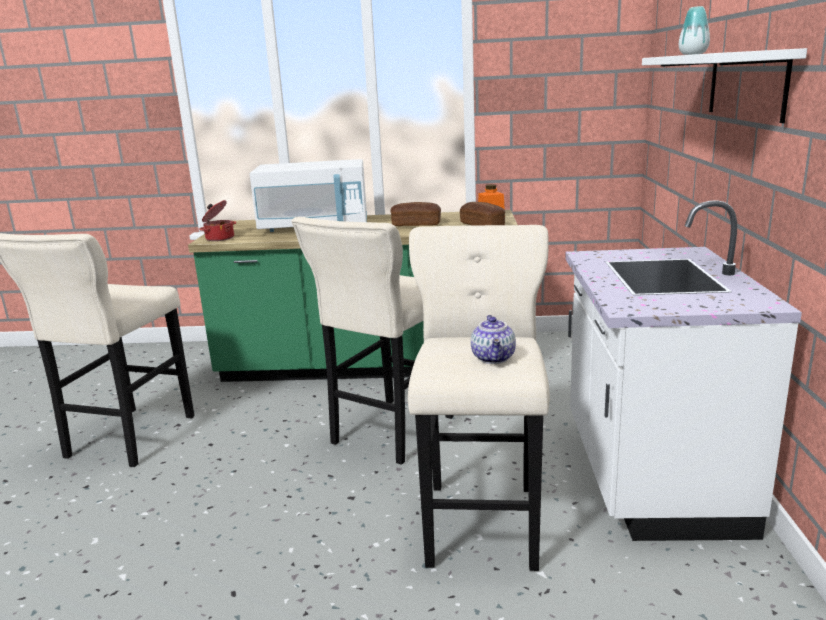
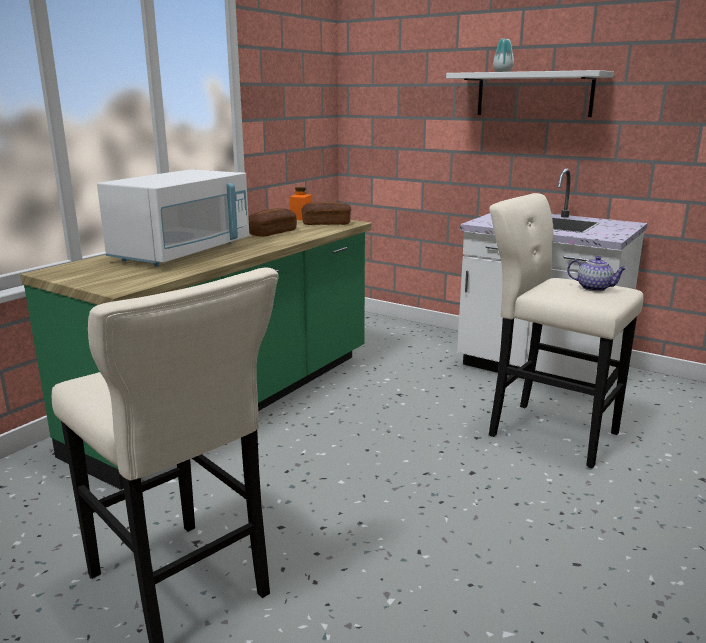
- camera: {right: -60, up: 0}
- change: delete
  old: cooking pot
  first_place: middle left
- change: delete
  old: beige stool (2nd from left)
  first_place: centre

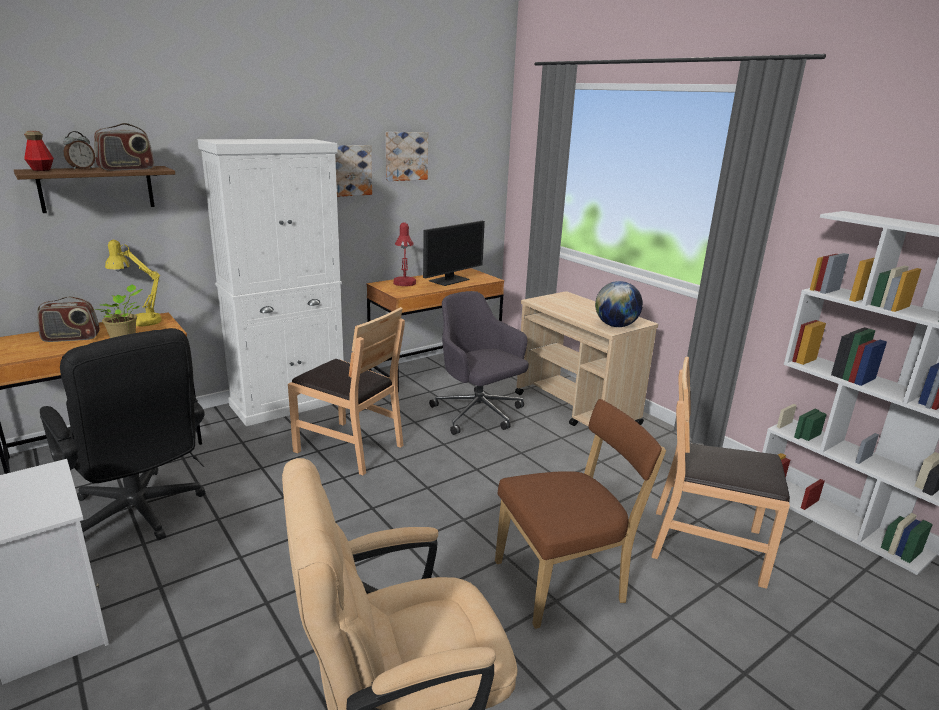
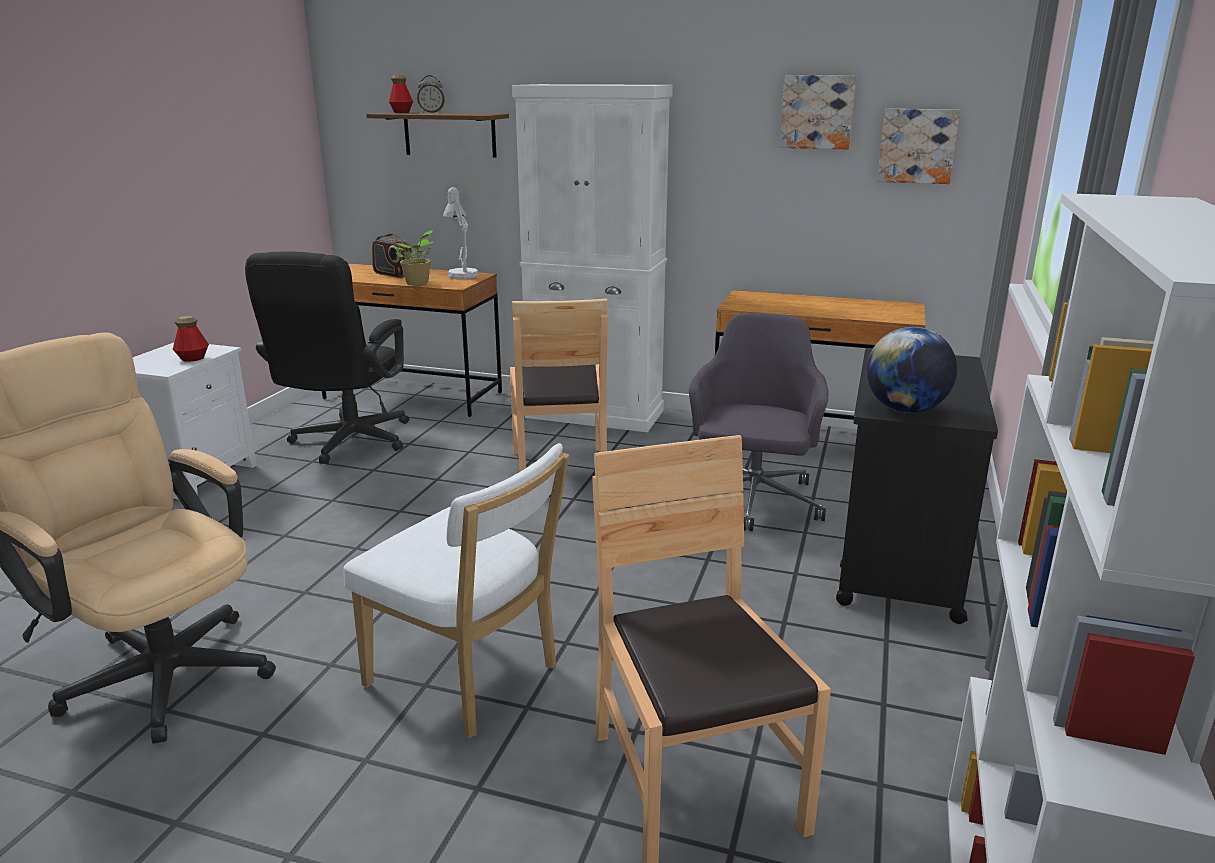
- camera: {right: 55, up: 0}
- change: delete
  old: radio (2nd from left)
  first_place: top left
- change: delete
  old: red table lamp
  first_place: centre
- change: delete
  old: monitor
  first_place: centre
- change: insert
  new: bottle (1st from left)
  second_place: middle left
- change: move
  old: picture (1st from left in the first image)
  new: picture (2nd from left)
  first_place: top centre
  second_place: top right
- change: recolor
  old: yellow table lamp
  new: white table lamp
  first_place: middle left
  second_place: top centre
- change: recolor
  old: brown chair (2nd from left)
  new: white chair
  first_place: bottom centre
  second_place: bottom centre
- change: recolor
  old: beige cart
  new: black cart
  first_place: centre
  second_place: middle right

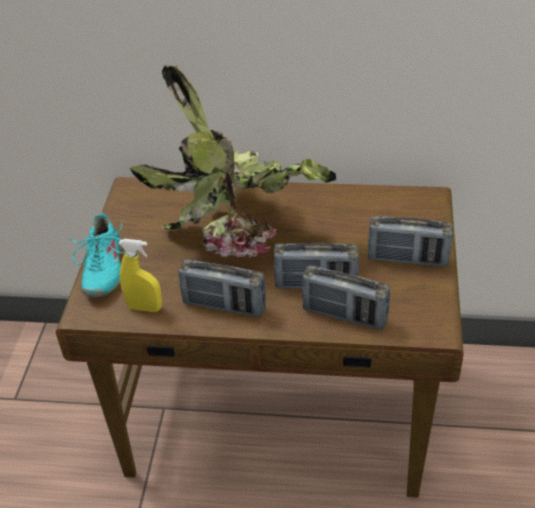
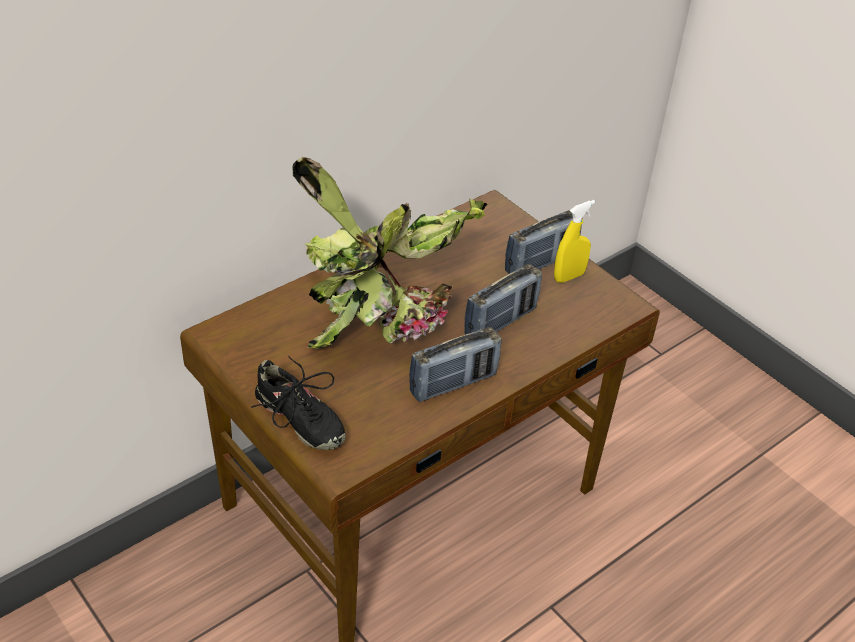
- camera: {right: -50, up: 0}
- change: delete
  old: radio (3rd from left)
  first_place: centre
- change: move
  old: yellow spray bottle
  first_place: middle left
  second_place: middle right
- change: recolor
  old: turquoise shoe
  new: black shoe
  first_place: middle left
  second_place: centre

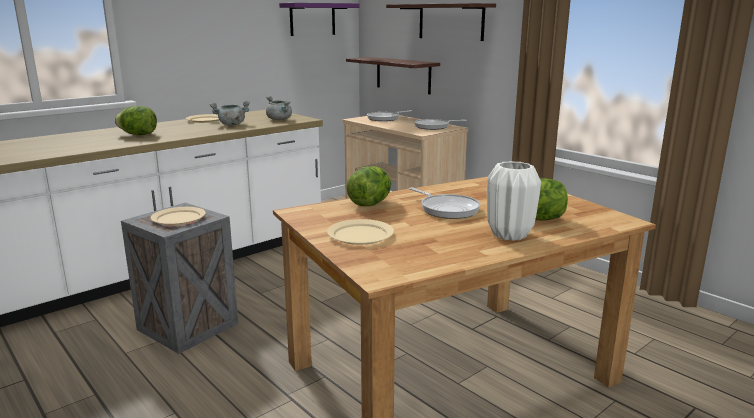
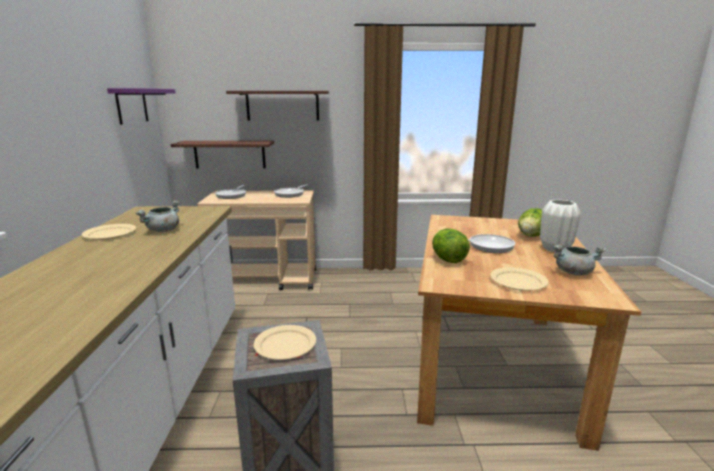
- camera: {right: -50, up: 0}
- change: delete
  old: lettuce (1st from left)
  first_place: top left
- change: move
  old: grey cooking pot (2nd from left)
  first_place: top centre
  second_place: middle right

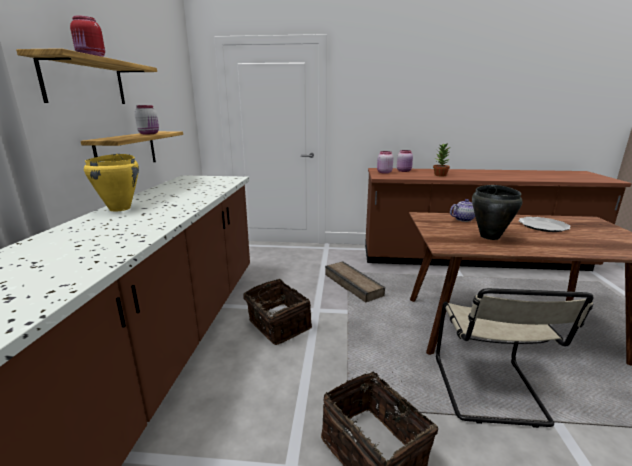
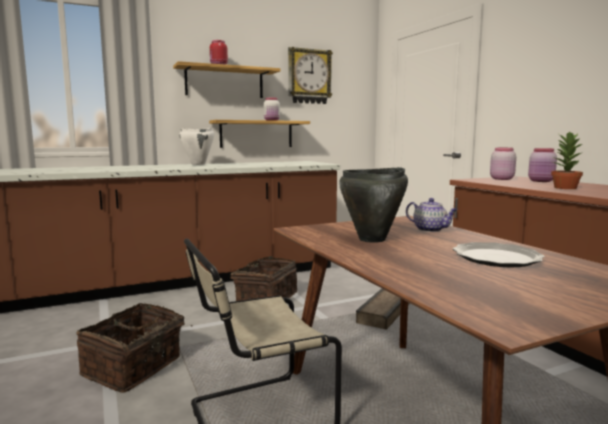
- camera: {right: 60, up: -10}
- change: insert
  new: wall clock
  second_place: top centre
- change: recolor
  old: yellow cooking pot
  new: white cooking pot
  first_place: middle left
  second_place: middle left

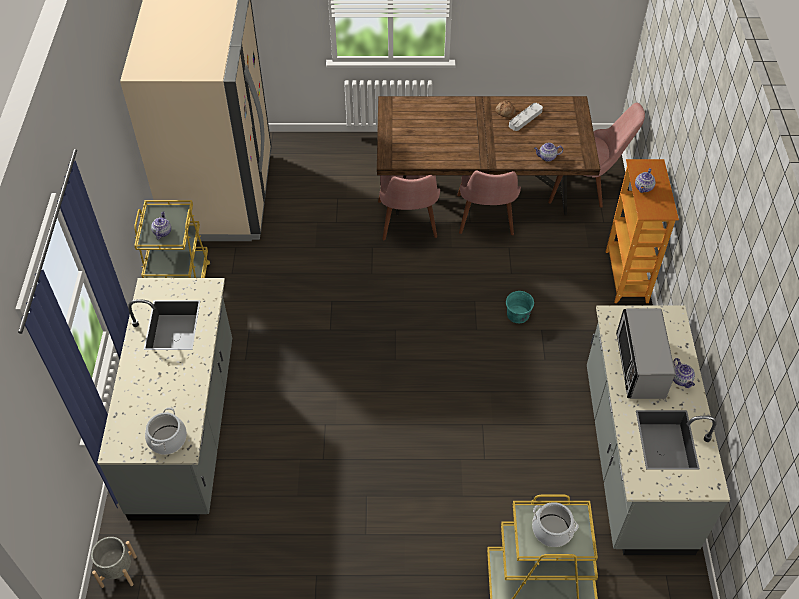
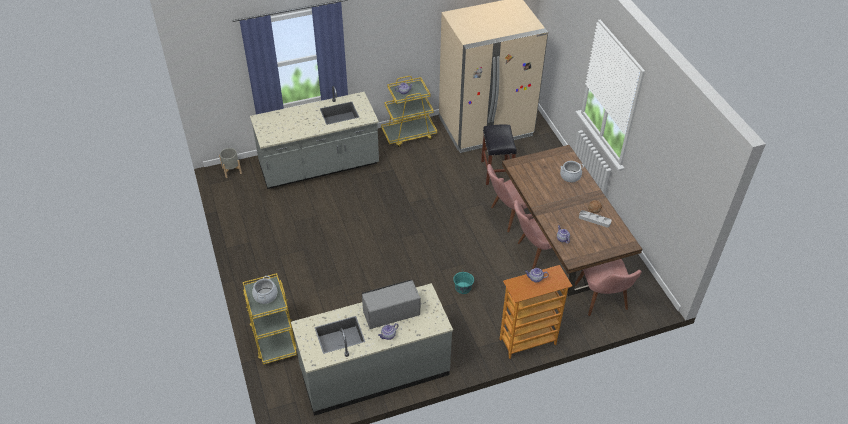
- camera: {right: 70, up: -5}
- change: insert
  new: black stool
  second_place: centre
- change: move
  old: cooking pot (1st from left in the first image)
  new: cooking pot (2nd from left)
  first_place: bottom left
  second_place: middle right

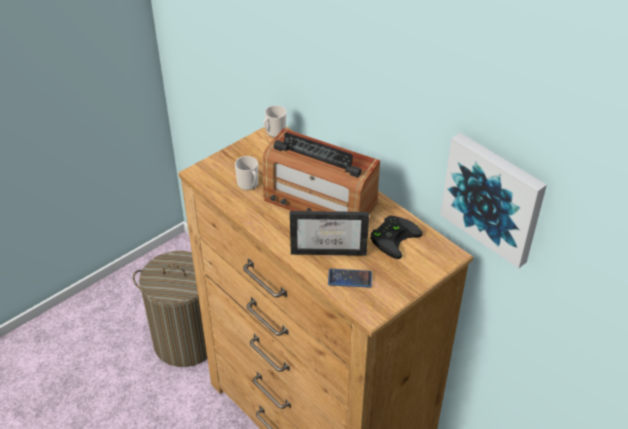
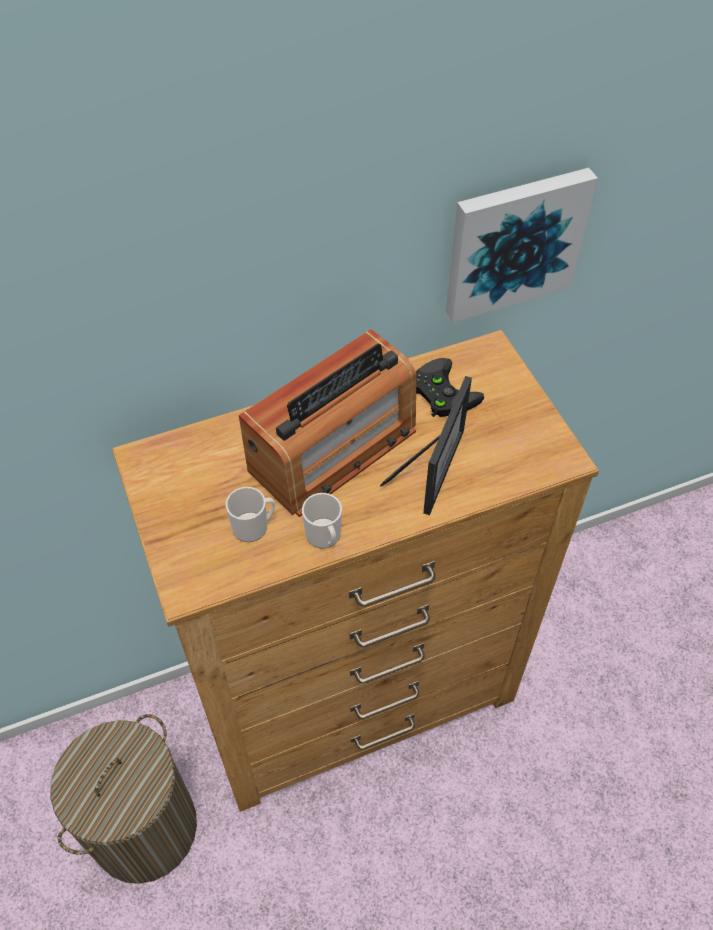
- camera: {right: -70, up: 10}
- change: delete
  old: phone
  first_place: centre
- change: move
  old: mug (2nd from left)
  first_place: top centre
  second_place: centre

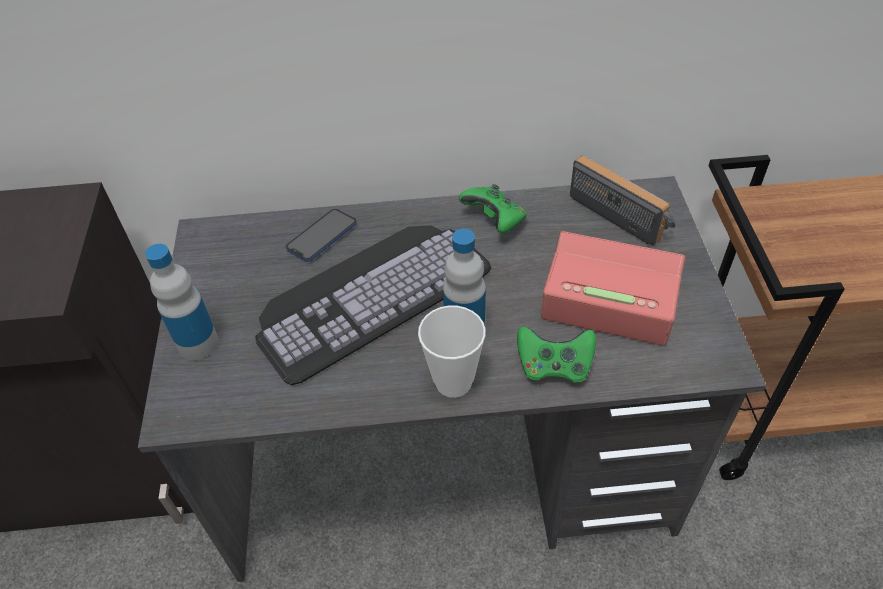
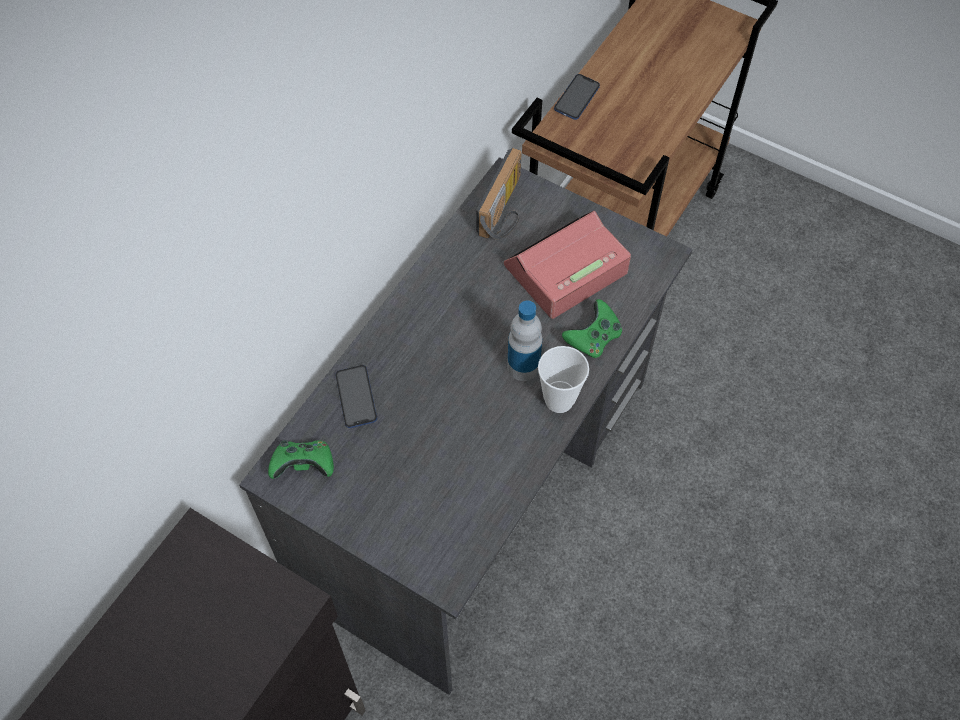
- camera: {right: -55, up: 10}
- change: delete
  old: bottle (1st from left)
  first_place: middle left
- change: delete
  old: keyboard
  first_place: centre
- change: insert
  new: phone (2nd from left)
  second_place: top centre
- change: move
  old: green game controller (1st from left)
  first_place: centre
  second_place: middle left
- change: rotate
  old: radio
  first_place: middle right
  second_place: top centre
  degrees: 120

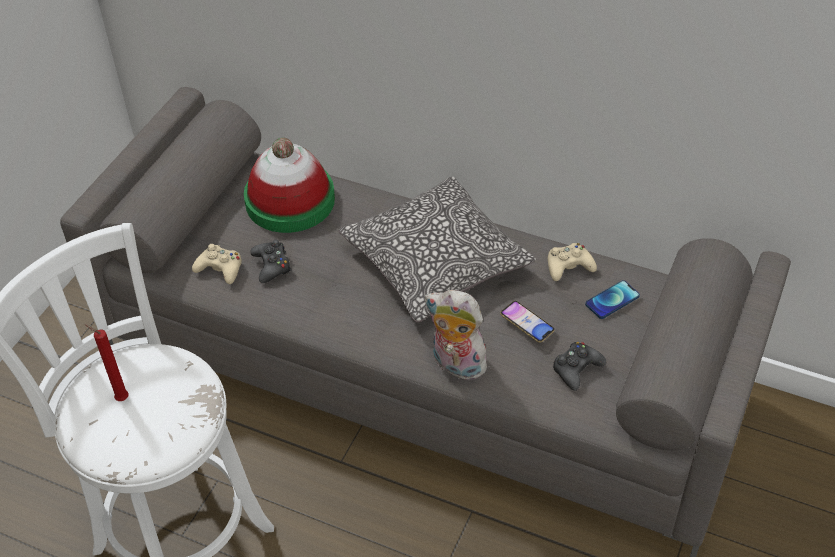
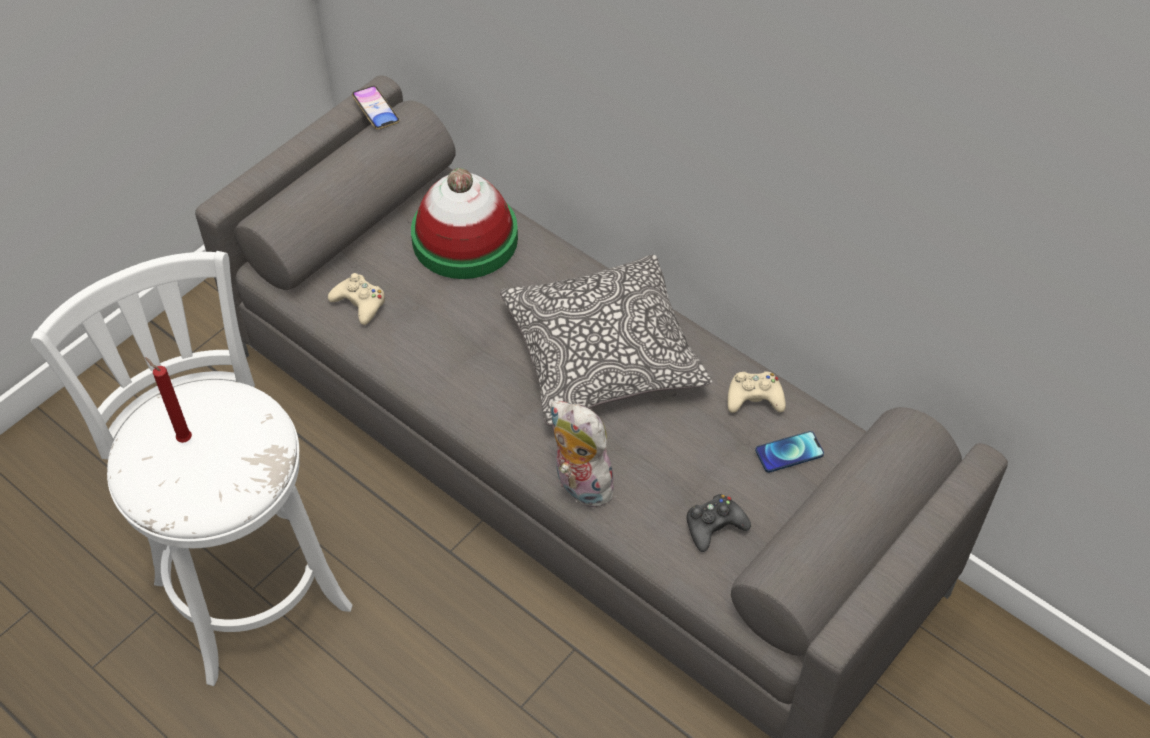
- camera: {right: 15, up: 5}
- change: delete
  old: black game controller (1st from left)
  first_place: middle left
- change: move
  old: phone (1st from left)
  first_place: centre
  second_place: top left

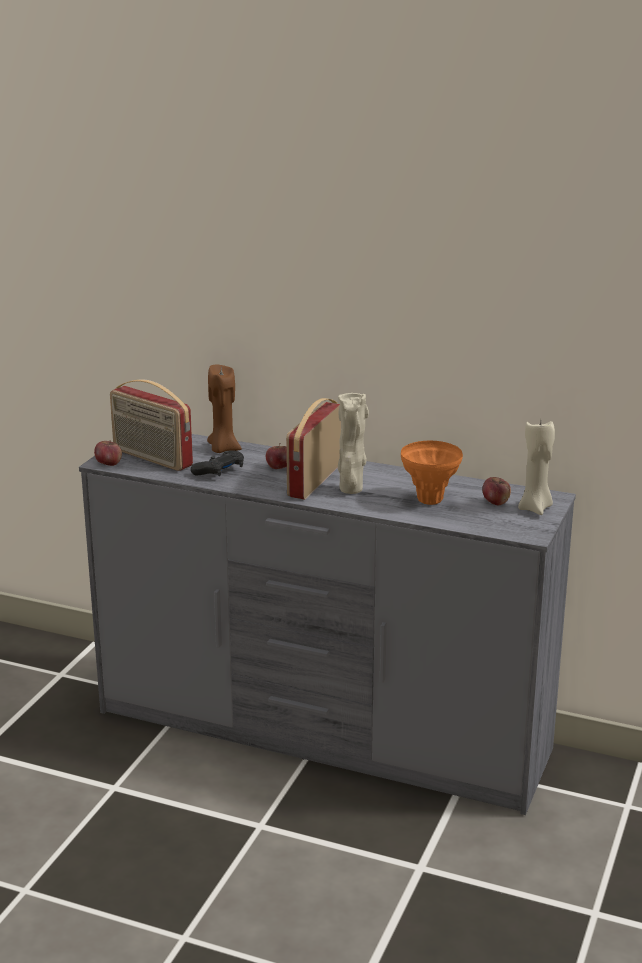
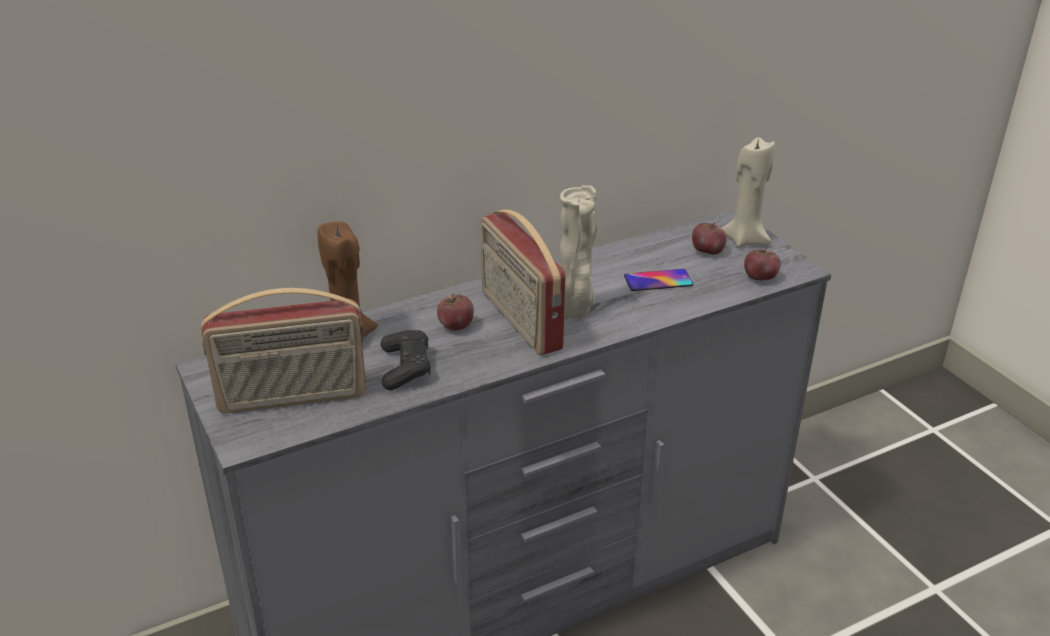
- camera: {right: -50, up: 10}
- change: move
  old: apple (1st from left in the first image)
  new: apple (3rd from left)
  first_place: middle left
  second_place: middle right
- change: replace
  old: orange vase
  new: phone
  first_place: middle right
  second_place: centre

